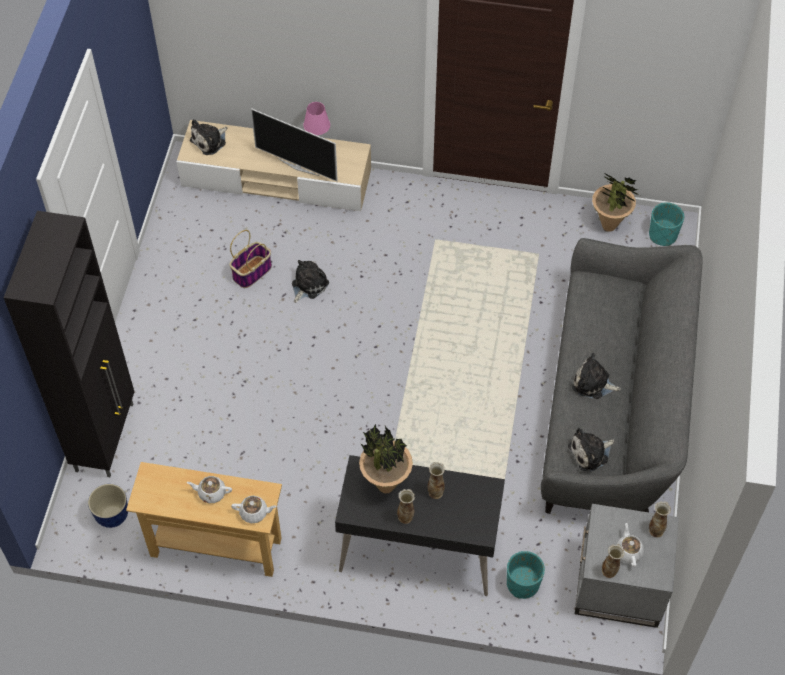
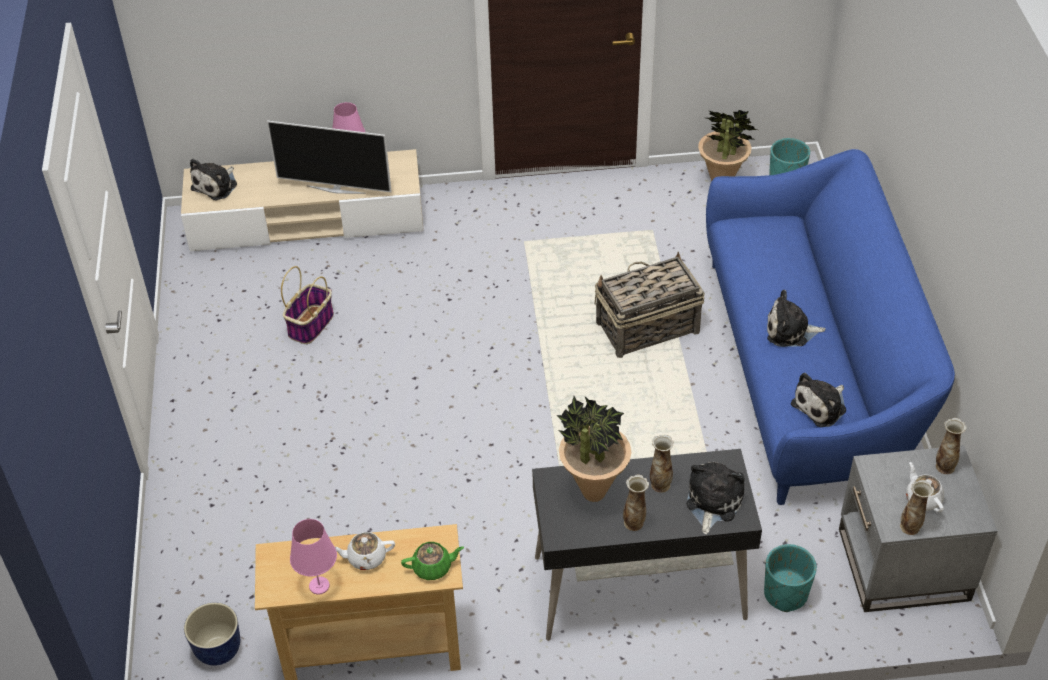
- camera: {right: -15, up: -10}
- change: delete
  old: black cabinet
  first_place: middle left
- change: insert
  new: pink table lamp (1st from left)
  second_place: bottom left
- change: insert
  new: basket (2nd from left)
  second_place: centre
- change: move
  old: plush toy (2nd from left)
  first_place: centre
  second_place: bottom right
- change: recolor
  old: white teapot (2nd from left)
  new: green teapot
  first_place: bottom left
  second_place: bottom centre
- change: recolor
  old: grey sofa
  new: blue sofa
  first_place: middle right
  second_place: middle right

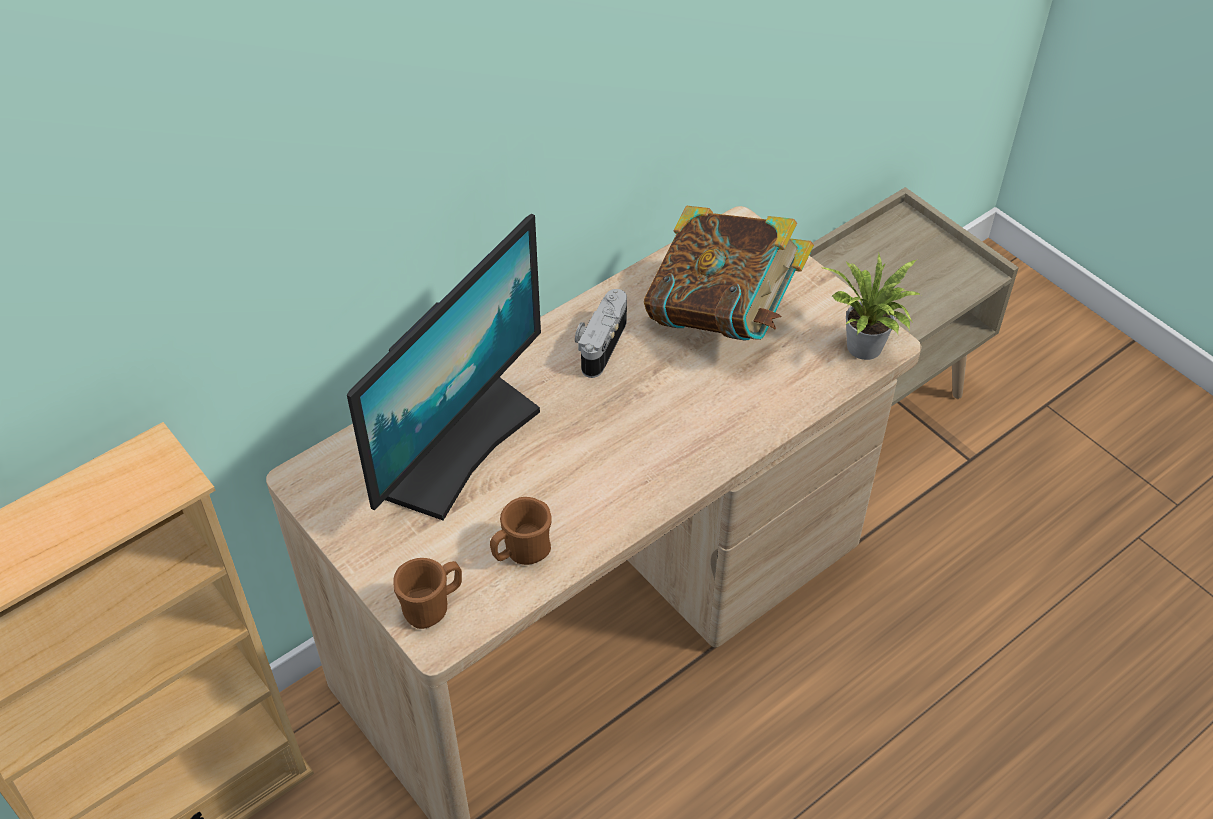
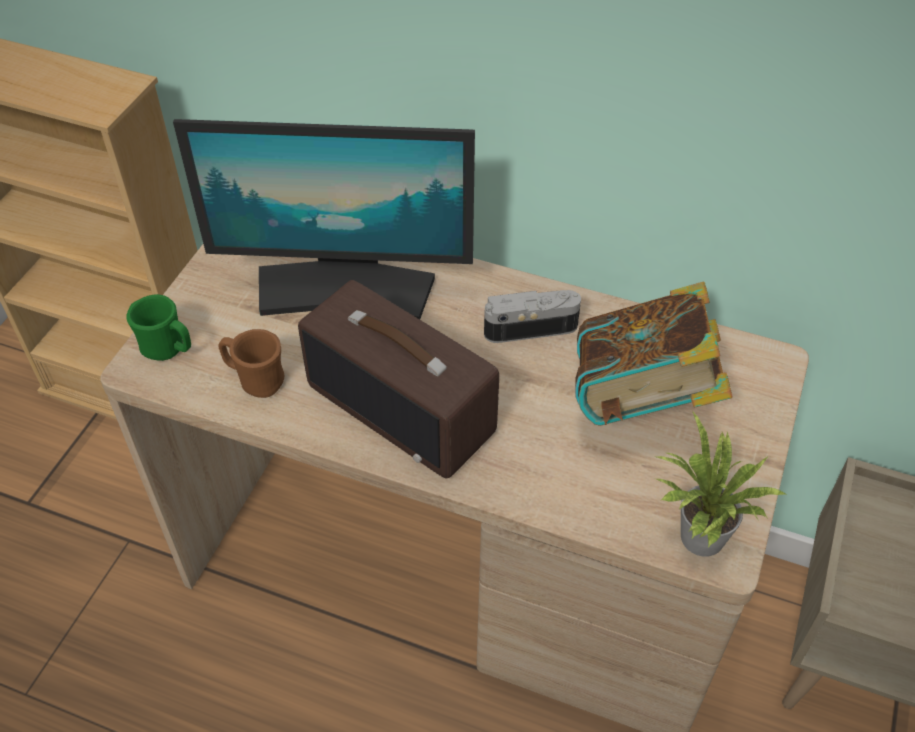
- camera: {right: 60, up: 0}
- change: insert
  new: radio
  second_place: centre
- change: recolor
  old: brown mug (1st from left)
  new: green mug
  first_place: bottom centre
  second_place: middle left

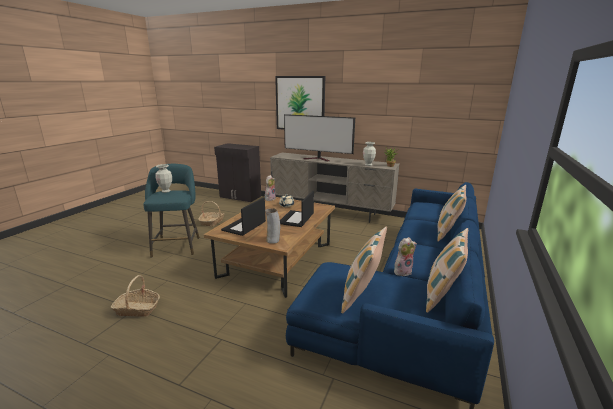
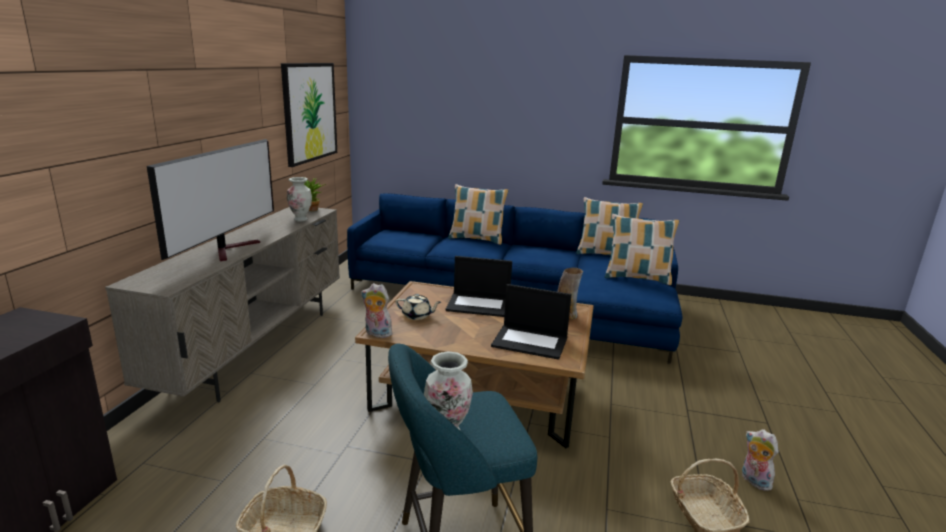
- camera: {right: -100, up: 0}
- change: move
  old: picture
  first_place: top centre
  second_place: top left
- change: move
  old: plush toy (2nd from left)
  first_place: centre
  second_place: bottom right

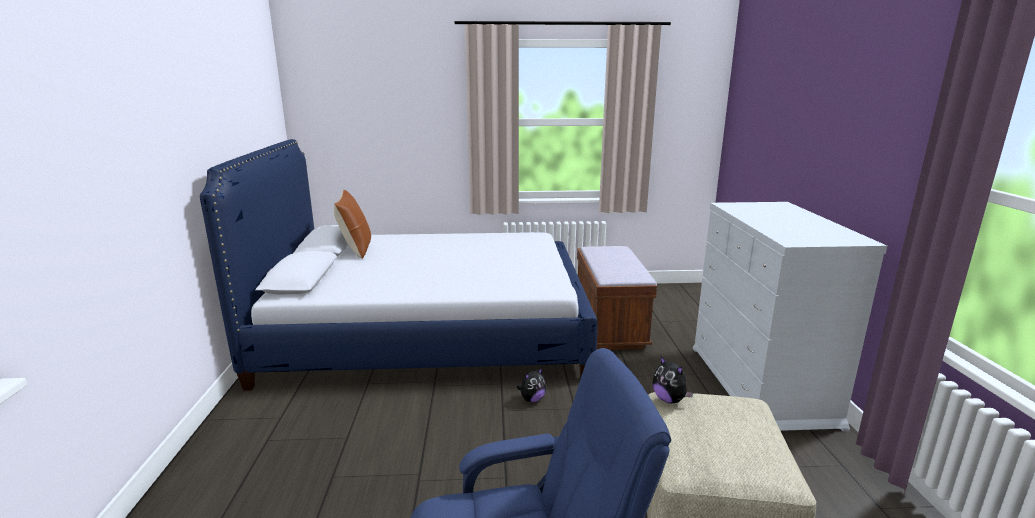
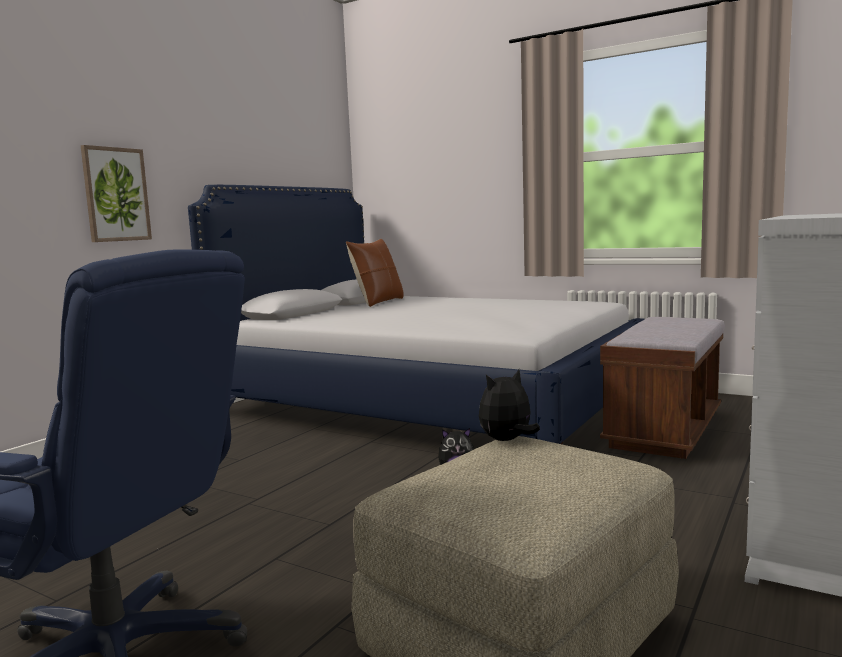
- camera: {right: 35, up: -10}
- change: insert
  new: picture
  second_place: top left
- change: rotate
  old: plush toy (2nd from left)
  first_place: bottom centre
  second_place: centre
  degrees: 60

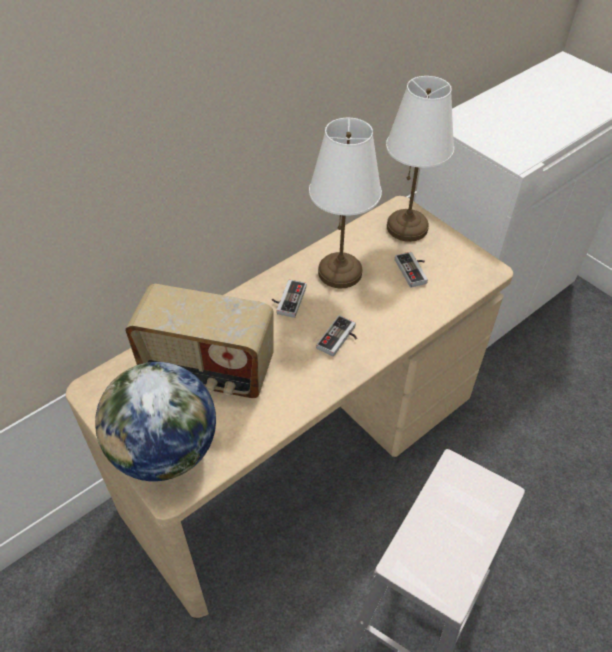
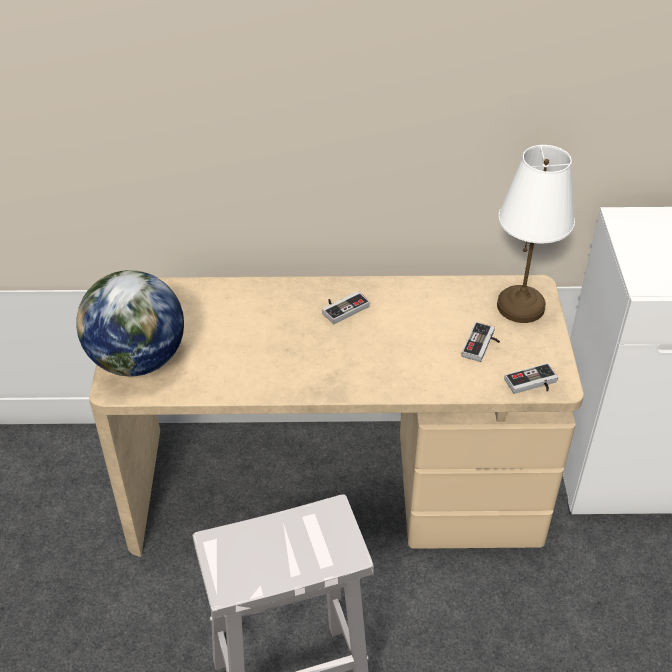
- camera: {right: 40, up: -5}
- change: delete
  old: radio
  first_place: middle left
- change: delete
  old: white table lamp (1st from left)
  first_place: top centre
- change: move
  old: game controller (2nd from left in the first image)
  new: game controller (3rd from left)
  first_place: centre
  second_place: middle right

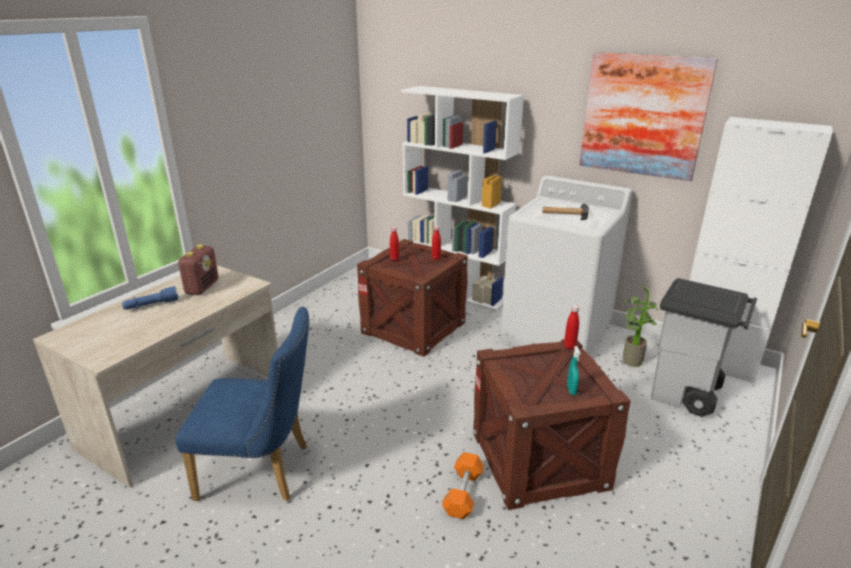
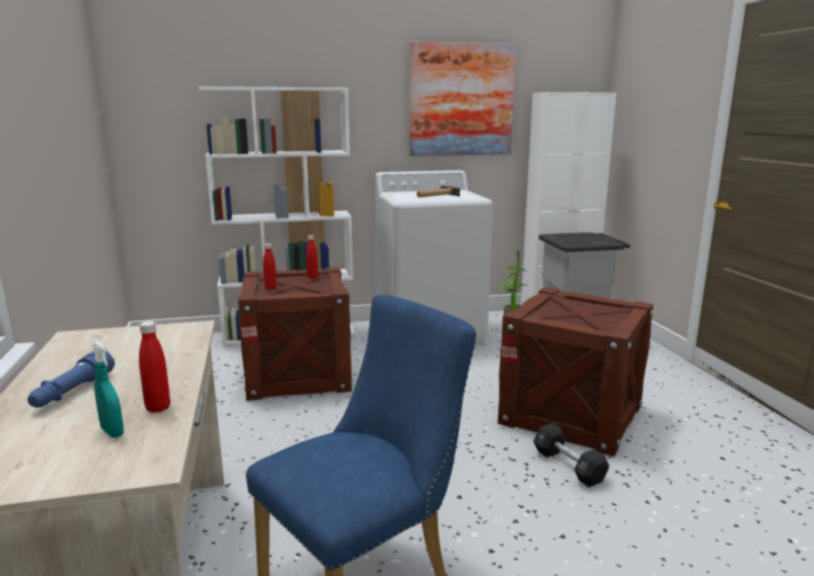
- camera: {right: -45, up: -10}
- change: delete
  old: radio
  first_place: middle left
- change: move
  old: red bottle (3rd from left in the first image)
  new: red bottle (1st from left)
  first_place: middle right
  second_place: middle left
- change: move
  old: turquoise spray bottle
  first_place: middle right
  second_place: bottom left
- change: recolor
  old: orange dumbbell
  new: black dumbbell
  first_place: bottom centre
  second_place: bottom right

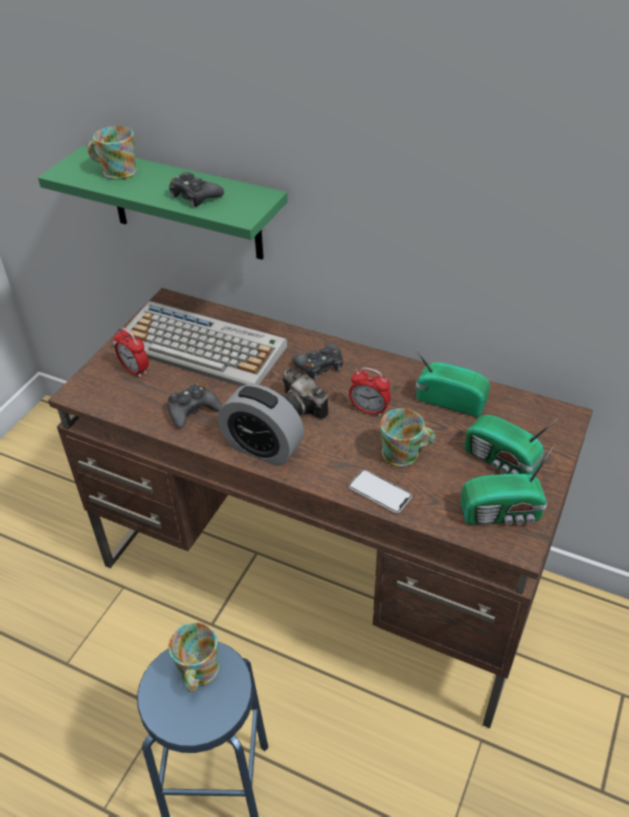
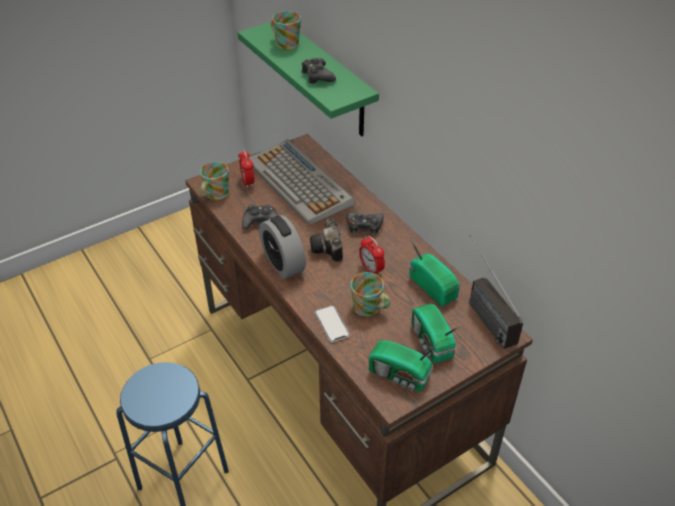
- camera: {right: 30, up: 0}
- change: insert
  new: radio (4th from left)
  second_place: middle right
- change: move
  old: mug (2nd from left in the first image)
  new: mug (1st from left)
  first_place: bottom left
  second_place: middle left

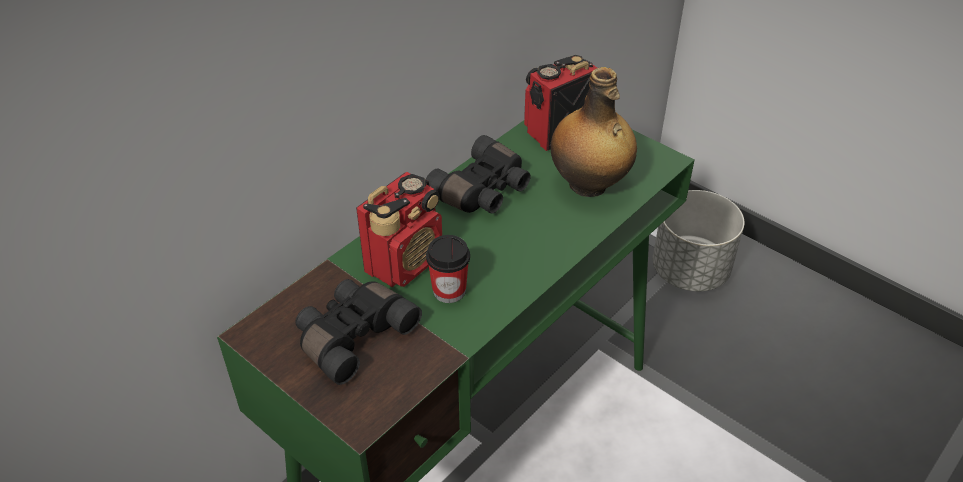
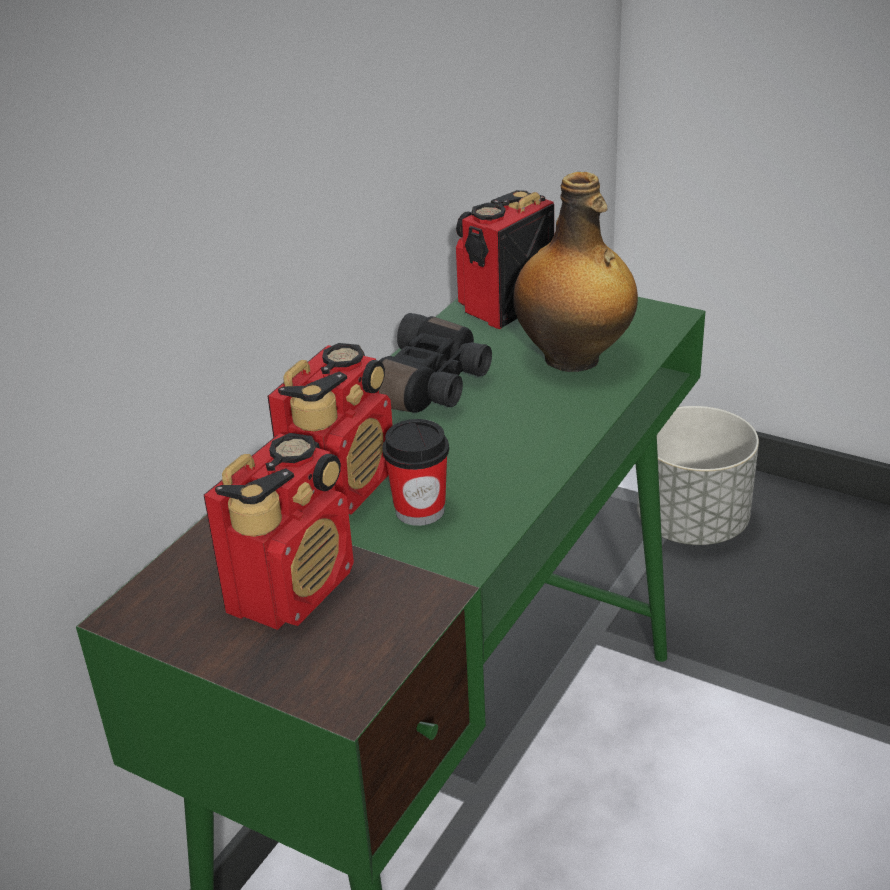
- camera: {right: -10, up: -10}
- change: replace
  old: black binoculars (1st from left)
  new: radio (1st from left)
  first_place: bottom centre
  second_place: middle left

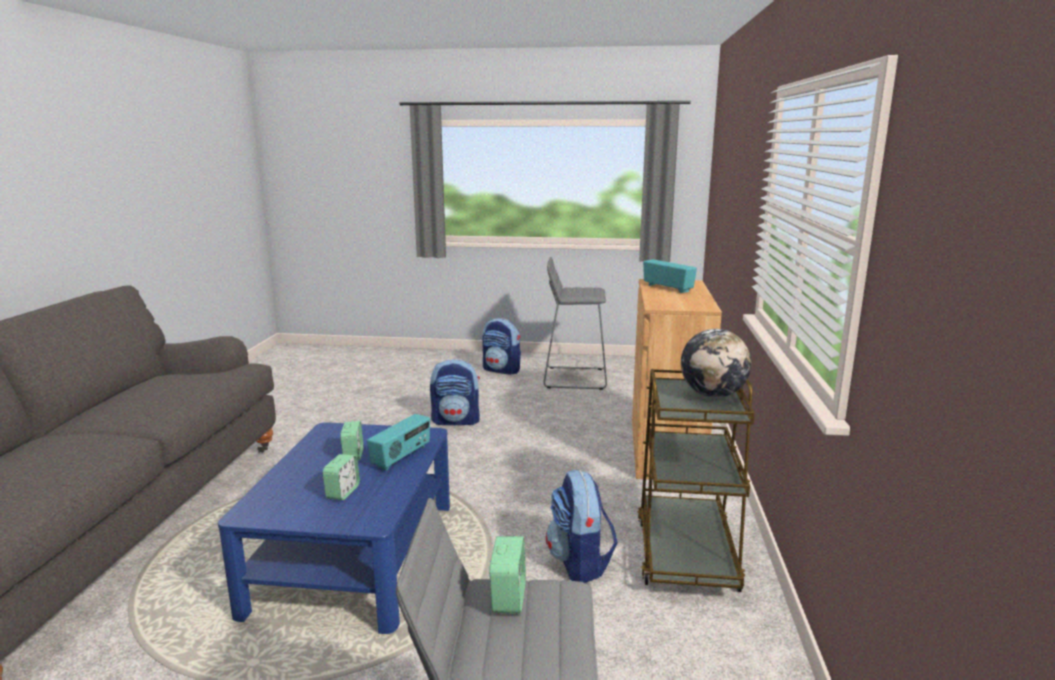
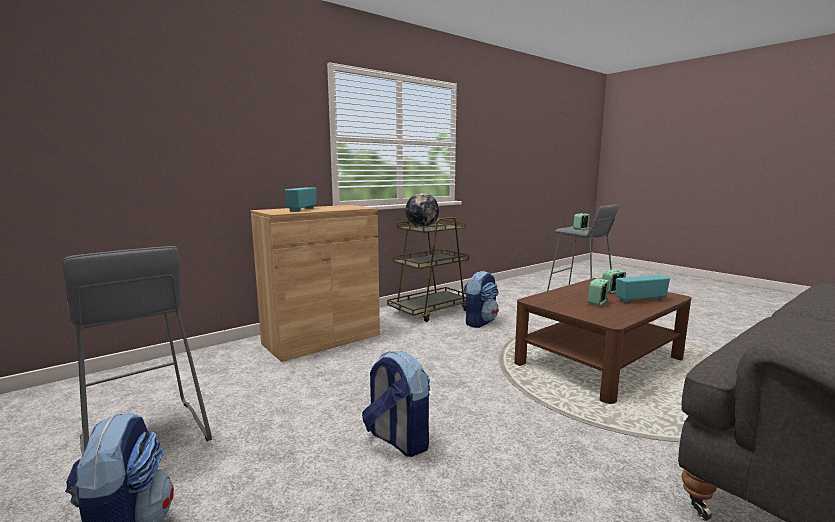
- camera: {right: -135, up: -5}
- change: move
  old: radio (1st from left in the first image)
  new: radio (2nd from left)
  first_place: centre
  second_place: middle right
- change: recolor
  old: blue coffee table
  new: brown coffee table
  first_place: bottom left
  second_place: middle right

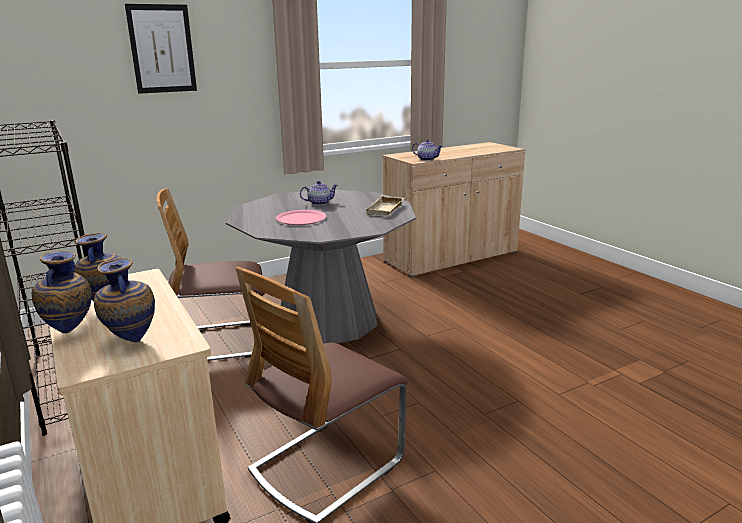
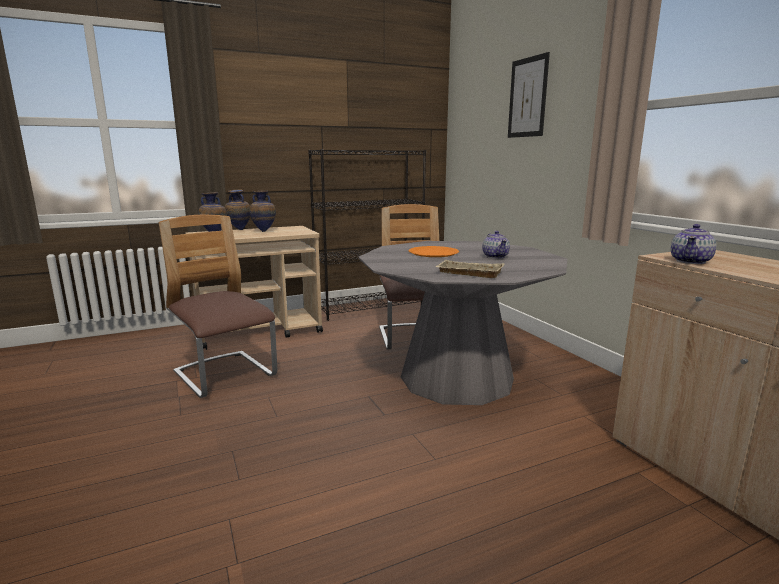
- camera: {right: 95, up: -5}
- change: recolor
  old: pink plate
  new: orange plate
  first_place: centre
  second_place: centre

